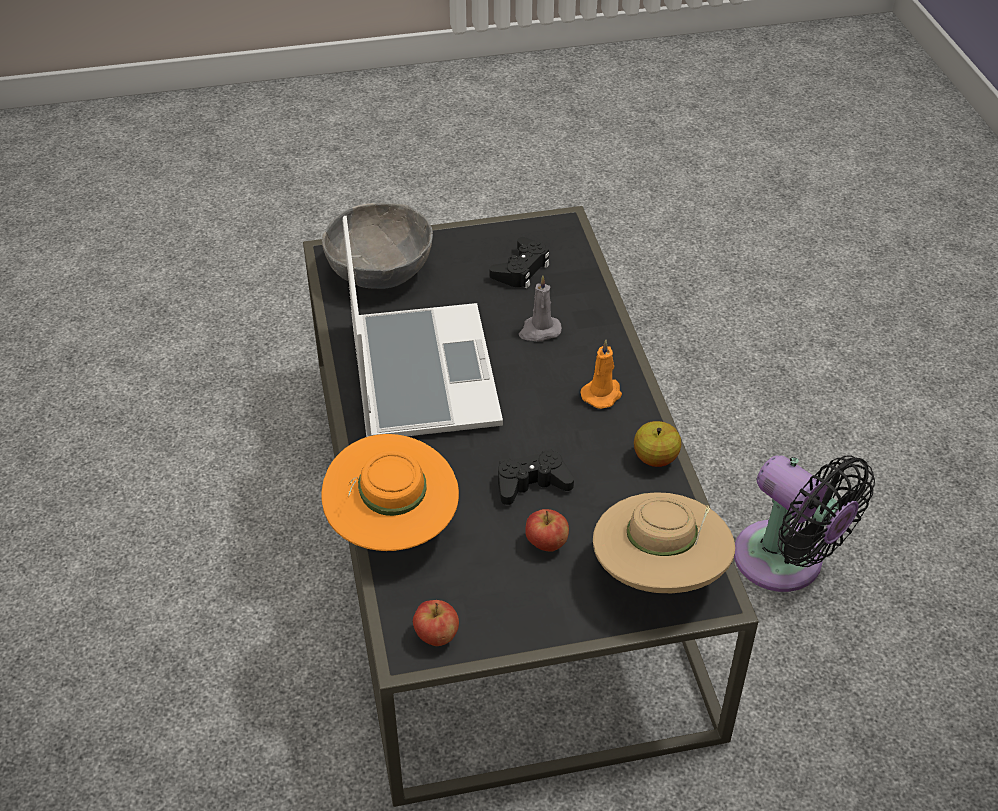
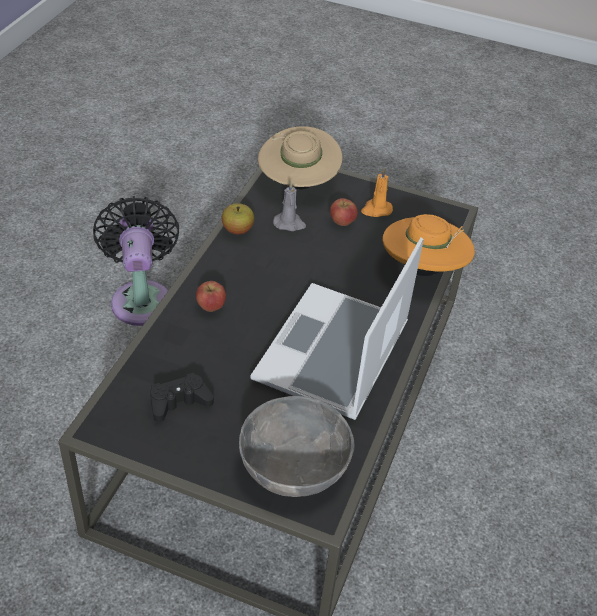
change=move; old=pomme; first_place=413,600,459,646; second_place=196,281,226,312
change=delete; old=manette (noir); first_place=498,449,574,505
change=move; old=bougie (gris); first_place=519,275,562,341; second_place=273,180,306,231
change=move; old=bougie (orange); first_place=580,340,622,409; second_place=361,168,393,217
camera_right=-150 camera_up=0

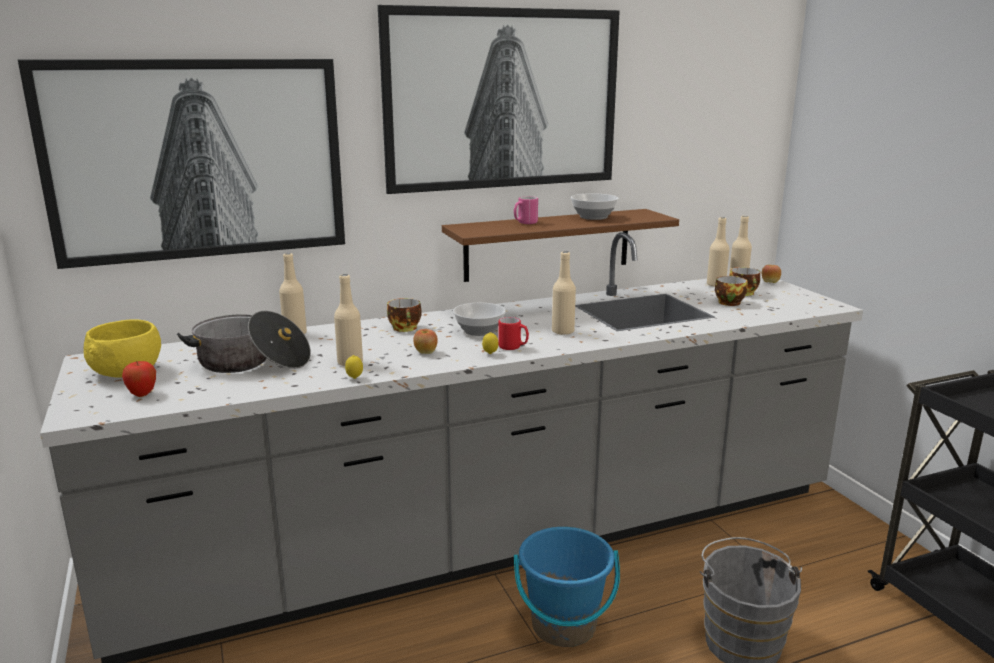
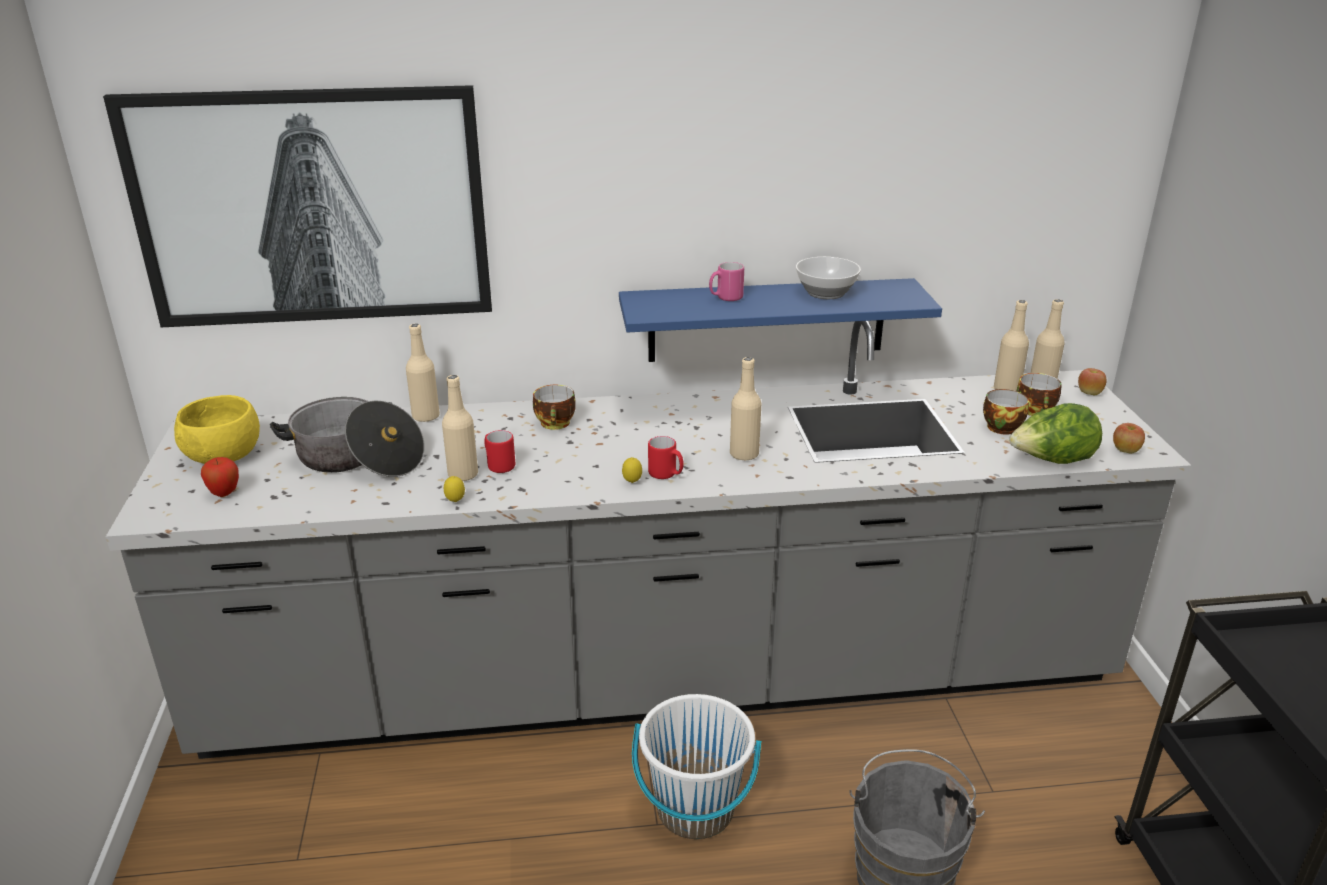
change=delete; old=tableau; first_place=378,5,620,194
change=move; old=pomme; first_place=413,329,438,354; second_place=1113,423,1145,453
change=recolor; old=étagère (marron); new=étagère (bleu); first_place=442,209,679,282; second_place=619,278,942,362
change=delete; old=bol; first_place=453,303,506,336
change=recolor; old=seau (bleu); new=seau (blanc); first_place=514,527,620,647; second_place=632,694,761,839
change=insert; new=mug (rouge); second_place=484,430,515,473
change=insert; new=laitue; second_place=1009,403,1102,464
camera_right=15 camera_up=10

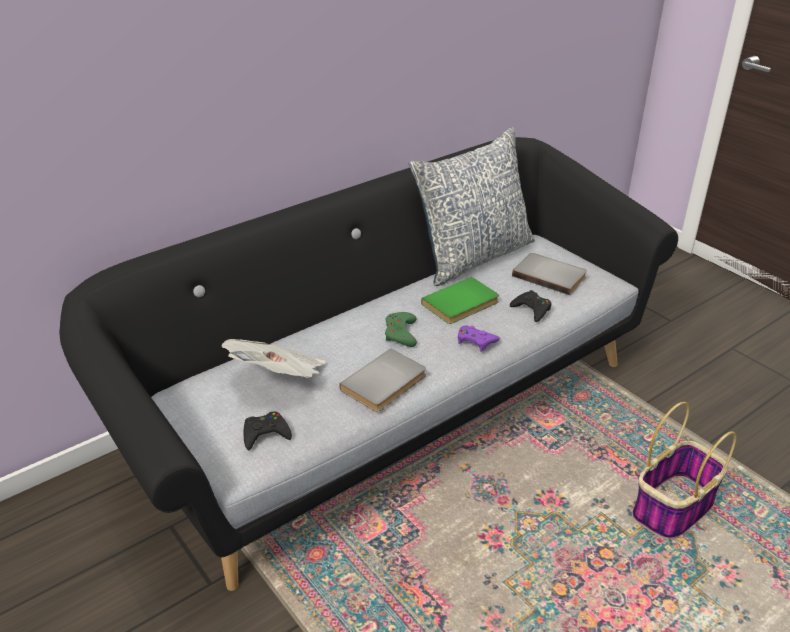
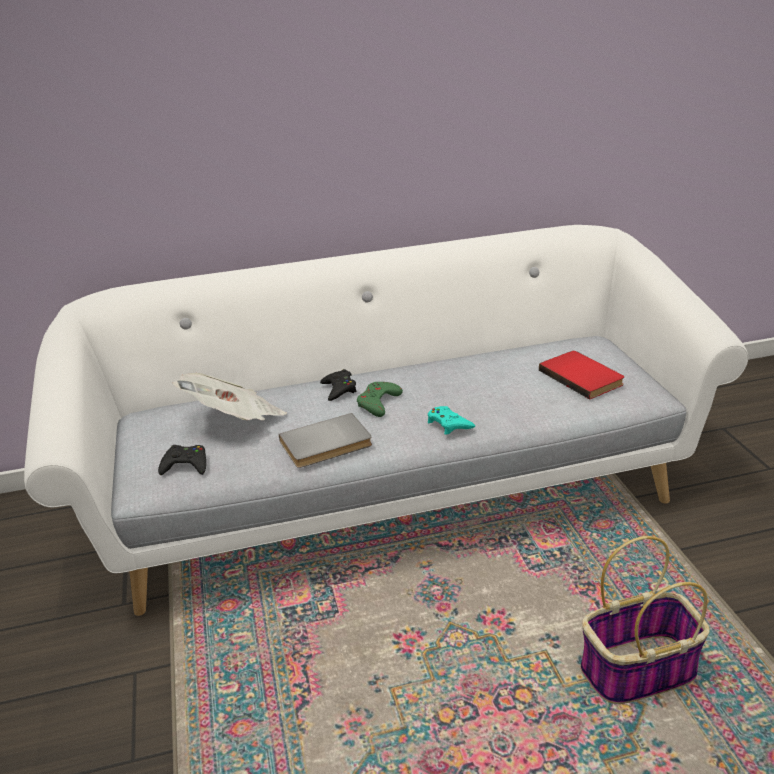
change=recolor; old=canapé (noir); new=canapé (blanc); first_place=59,137,678,591; second_place=24,225,748,616
change=delete; old=coussin; first_place=409,127,535,286
change=delete; old=livre (vert); first_place=421,277,499,324
change=recolor; old=manette (violet); new=manette (turquoise); first_place=458,325,500,352; second_place=428,406,475,435
change=move; old=manette (noir); first_place=510,290,552,322; second_place=320,369,357,401
change=recolor; old=livre (gris); new=livre (rouge); first_place=512,253,587,295; second_place=539,351,624,399
camera_right=25 camera_up=-5

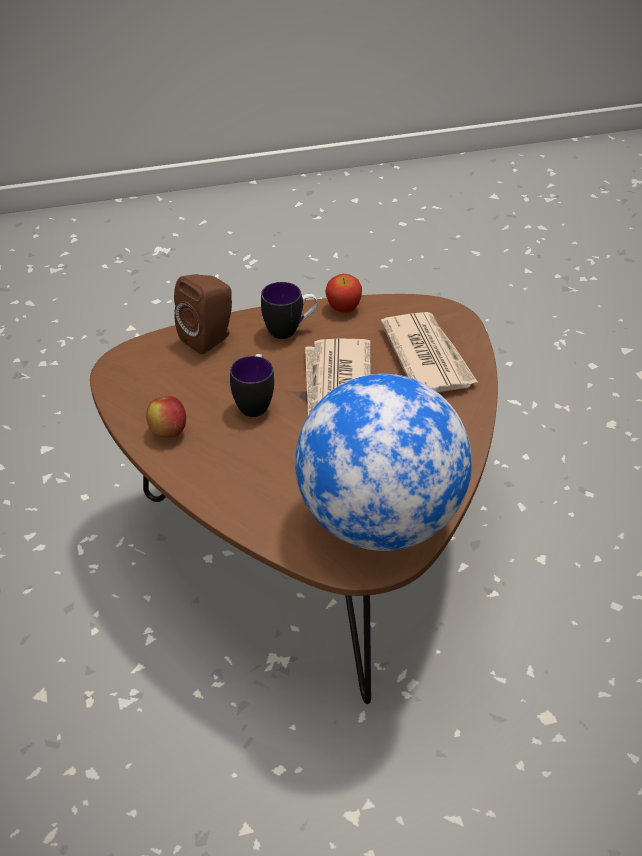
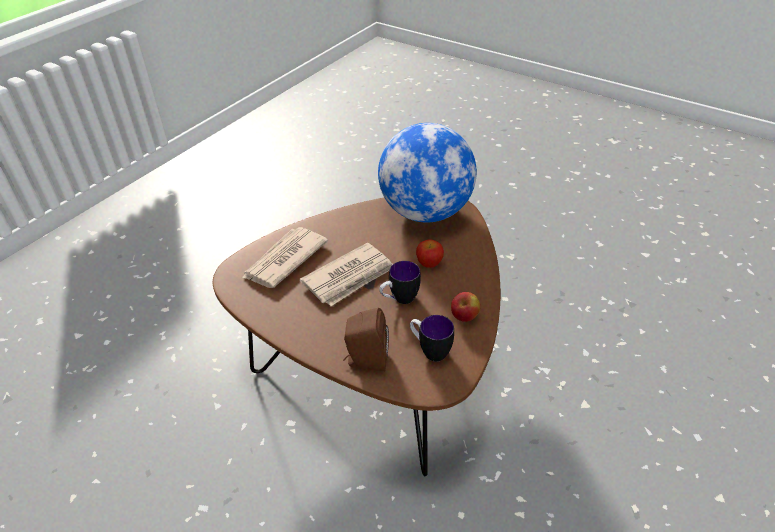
change=move; old=mug; first_place=261,282,318,339; second_place=410,315,454,362
change=move; old=pomme; first_place=326,274,362,313; second_place=416,239,444,268
camera_right=-130 camera_up=0

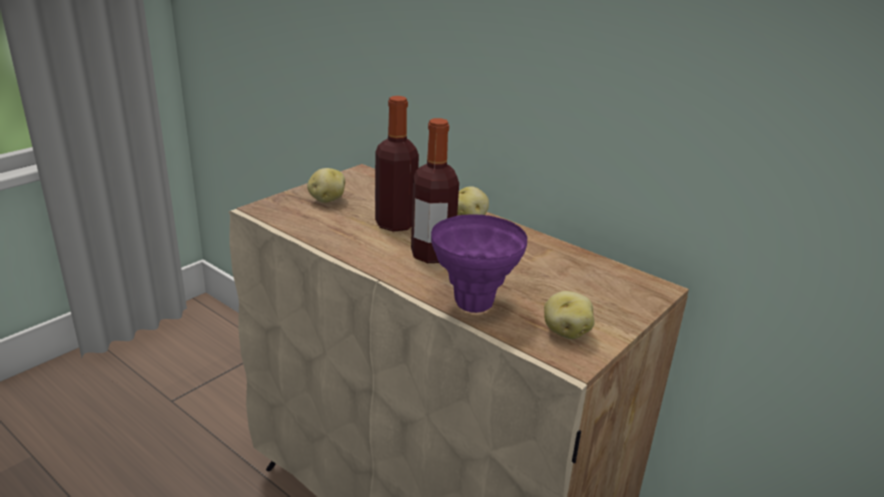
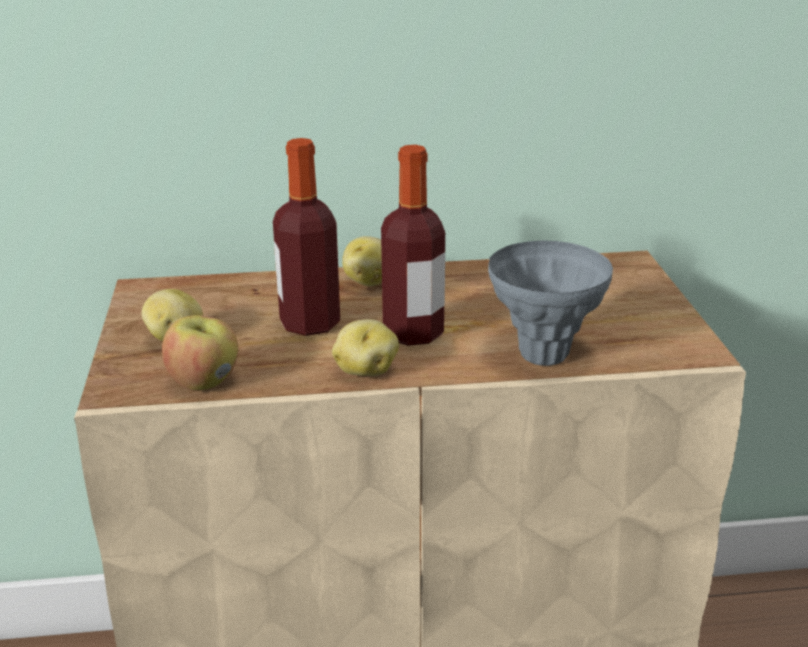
change=recolor; old=vase (violet); new=vase (gris); first_place=431,214,527,313; second_place=488,241,613,366
change=move; old=pomme de terre; first_place=544,291,595,339; second_place=332,319,399,376
change=insert; new=pomme; second_place=162,315,238,391
camera_right=-45 camera_up=0

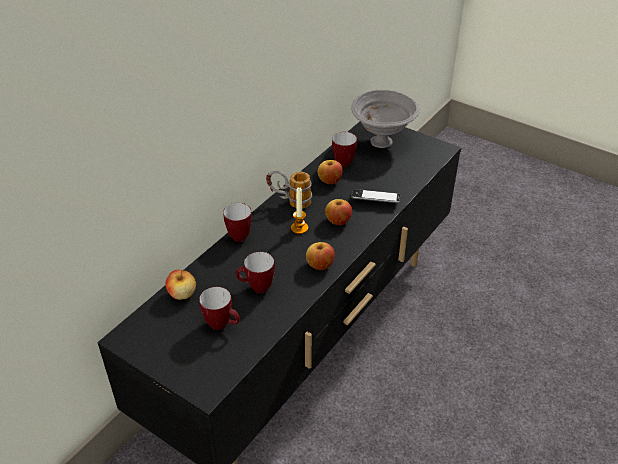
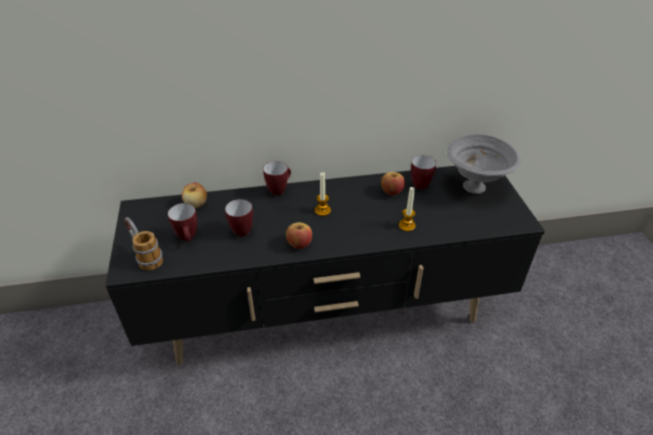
change=move; old=mug; first_place=266,170,312,209; second_place=124,217,163,270
change=delete; old=pomme; first_place=325,199,352,225
change=replace; old=téléphone; new=bougie; first_place=351,189,400,203; second_place=399,187,416,231
camera_right=45 camera_up=0

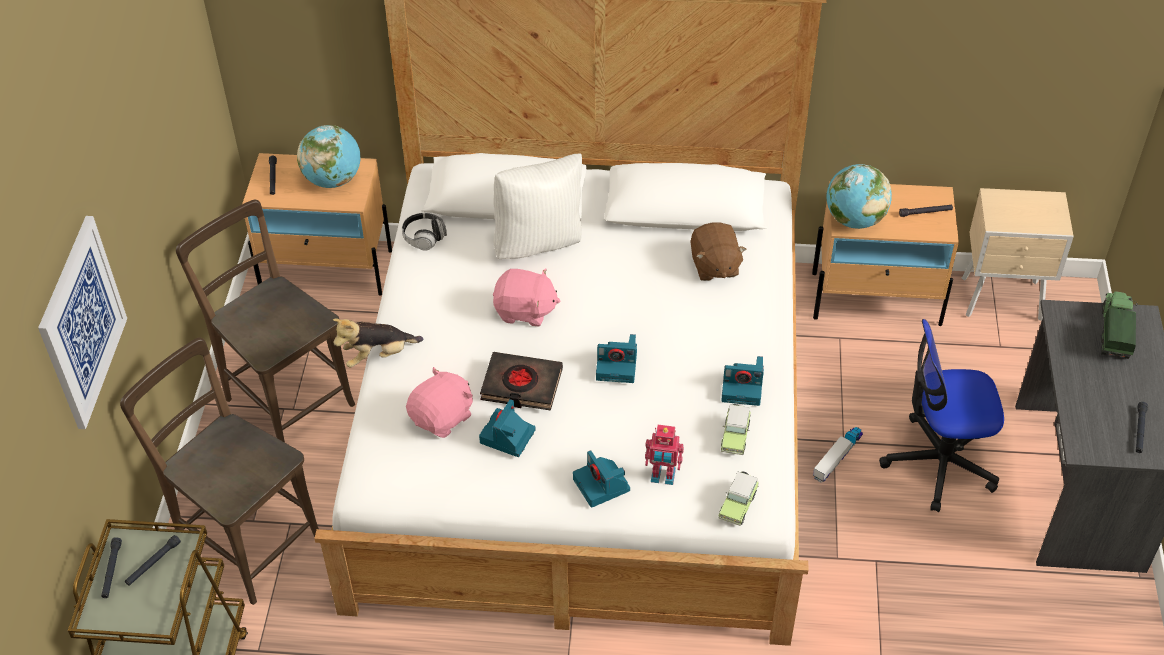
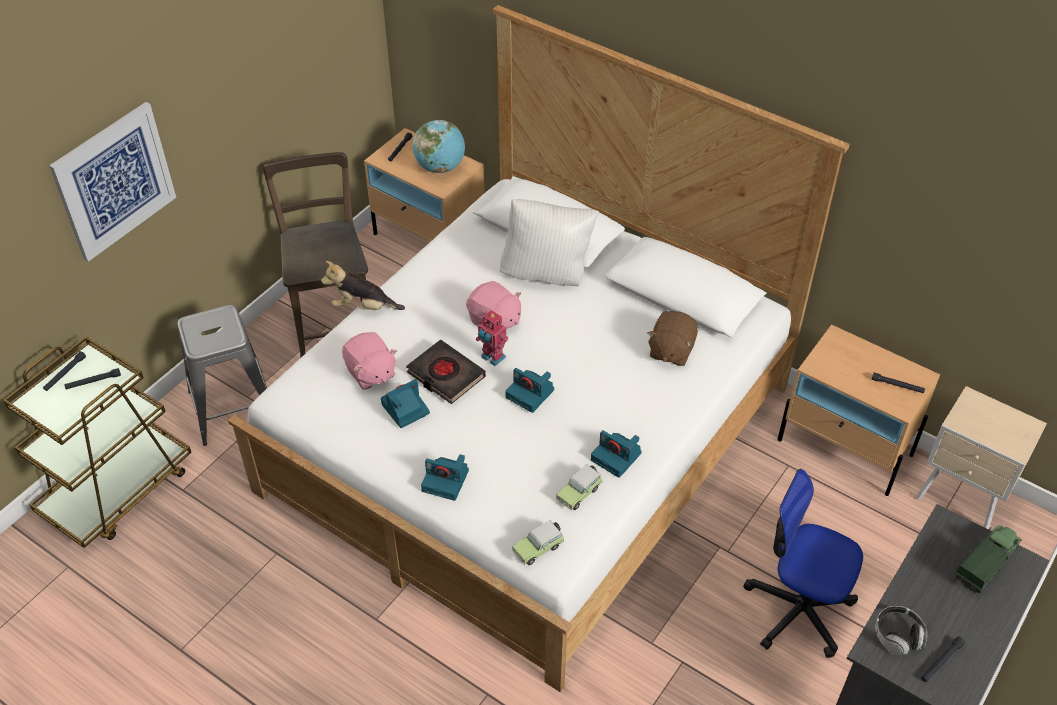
change=replace; old=chaise (marron); new=tabouret (gris); first_place=120,337,319,605; second_place=177,305,267,446
change=move; old=casque audio; first_place=402,213,447,251; second_place=875,606,927,656
change=rotate; old=peluche (rose); first_place=406,367,473,438; second_place=342,332,397,390; degrees=75
change=rotate; old=appareil photo; first_place=573,450,630,508; second_place=421,454,469,501; degrees=-75
change=move; old=robot jouet; first_place=645,425,684,485; second_place=476,310,508,366
change=delete; old=camion jouet; first_place=813,427,863,483
change=delete; old=globe; first_place=826,164,892,229
camera_right=30 camera_up=0

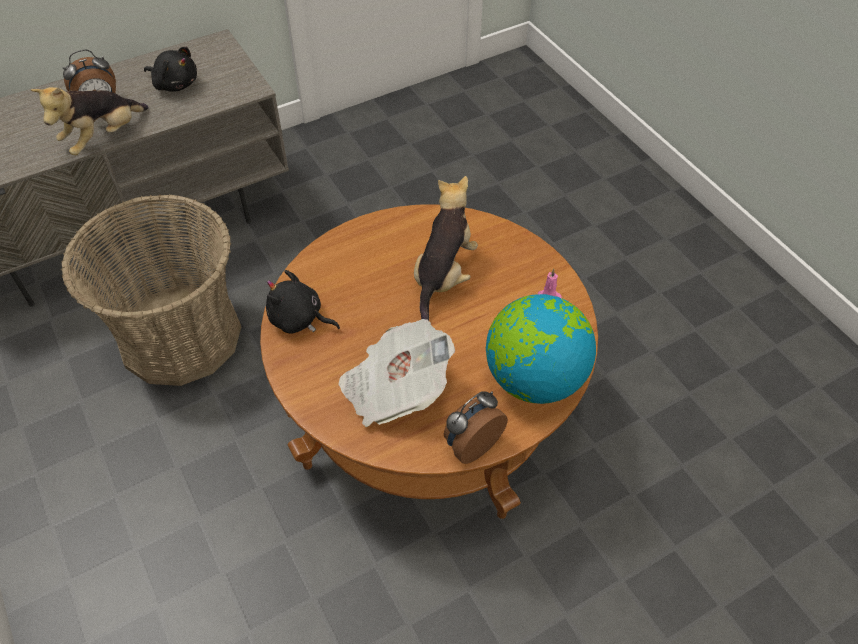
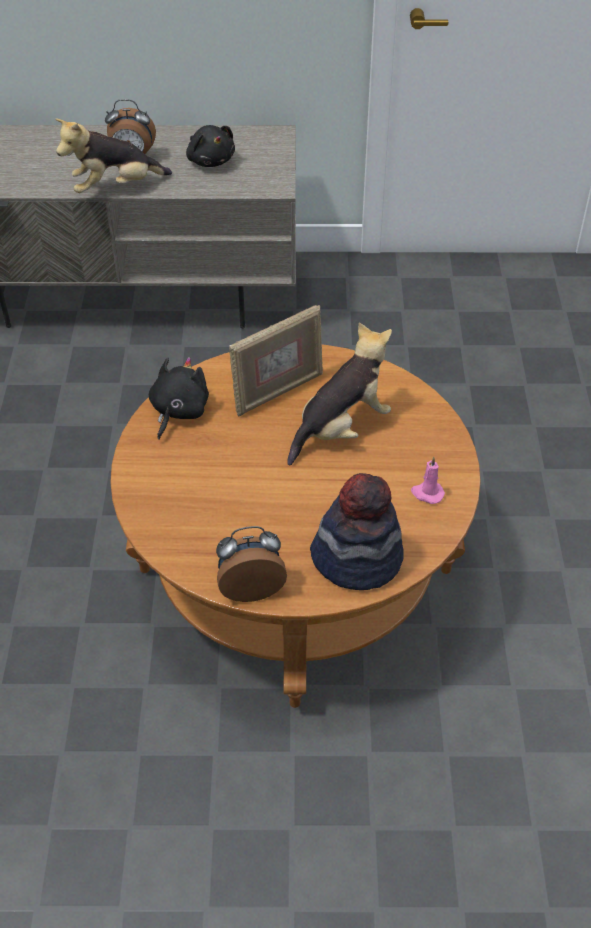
change=delete; old=panier; first_place=61,194,241,386
change=rotate; old=peluche (noir); first_place=266,270,340,334; second_place=149,357,209,440; degrees=60
change=delete; old=journal; first_place=338,319,455,427
change=replace; old=globe; new=chapeau; first_place=486,294,596,404; second_place=310,473,404,590
change=insert; new=cadre photo; second_place=229,305,323,417
camera_right=30 camera_up=-5

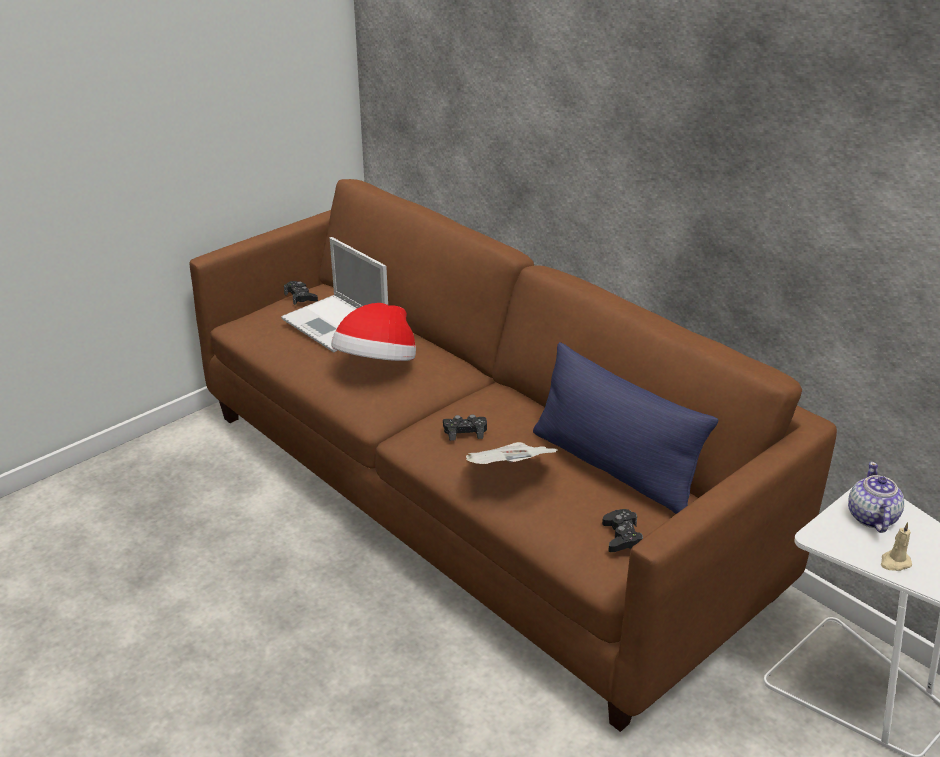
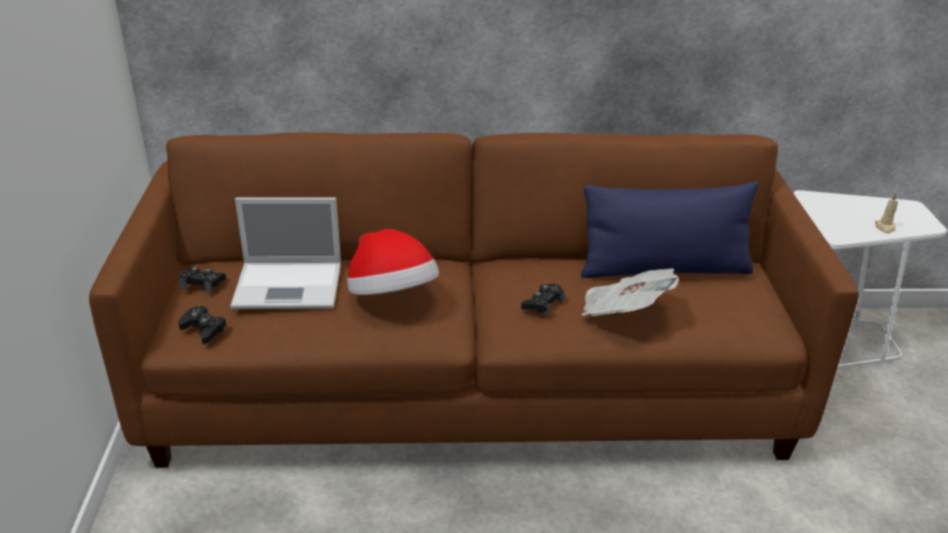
change=move; old=manette (noir); first_place=602,509,643,552; second_place=178,306,227,344
change=delete; old=théière; first_place=848,462,904,533
camera_right=-50 camera_up=0

